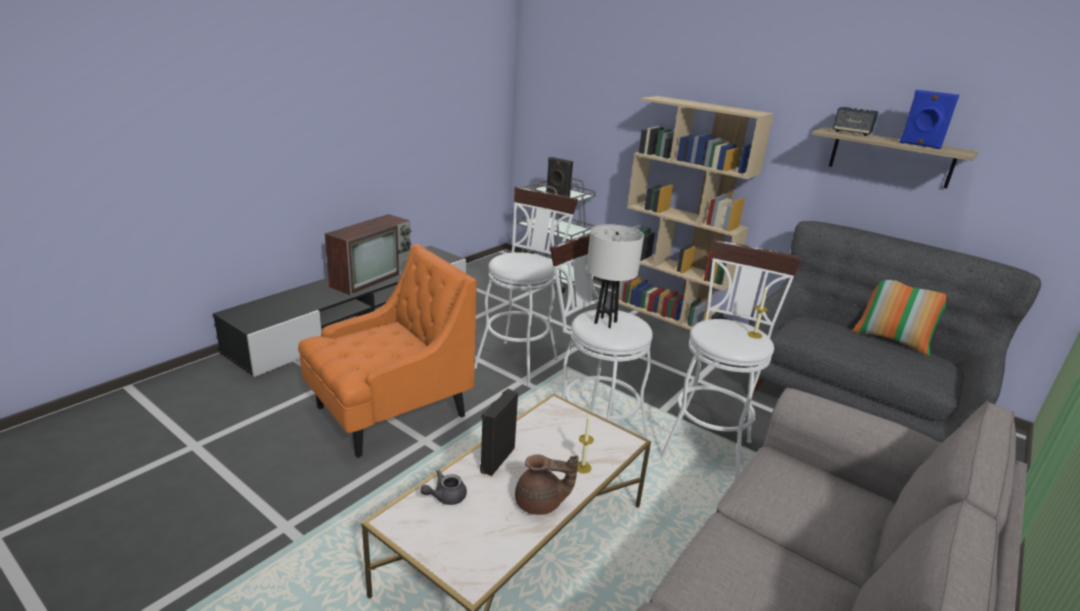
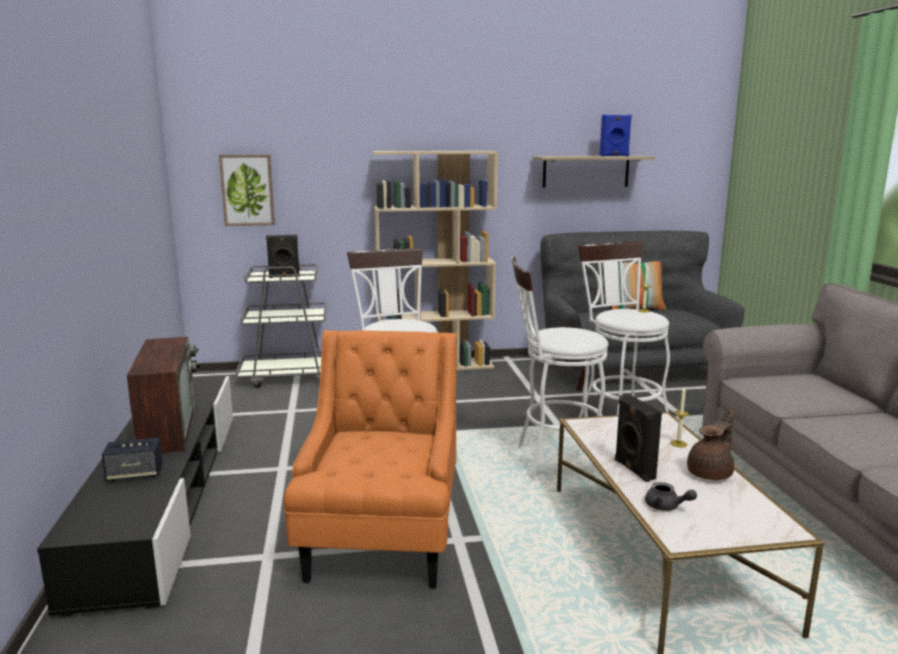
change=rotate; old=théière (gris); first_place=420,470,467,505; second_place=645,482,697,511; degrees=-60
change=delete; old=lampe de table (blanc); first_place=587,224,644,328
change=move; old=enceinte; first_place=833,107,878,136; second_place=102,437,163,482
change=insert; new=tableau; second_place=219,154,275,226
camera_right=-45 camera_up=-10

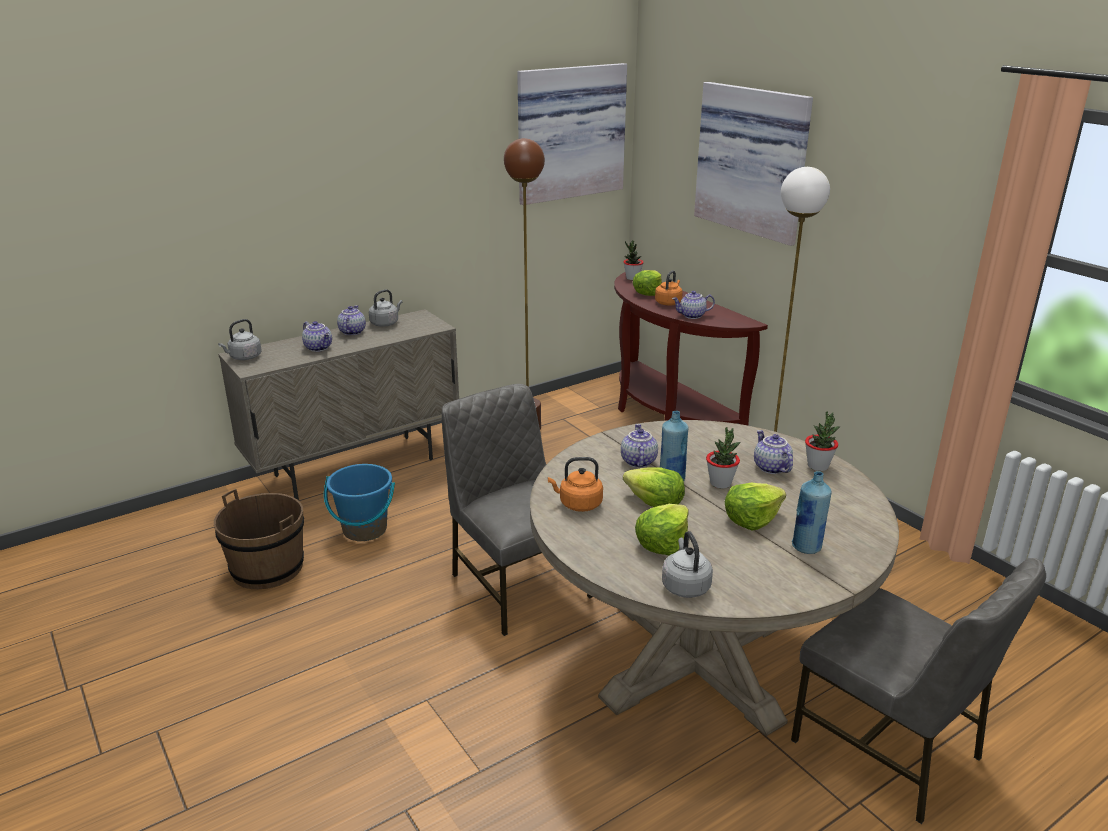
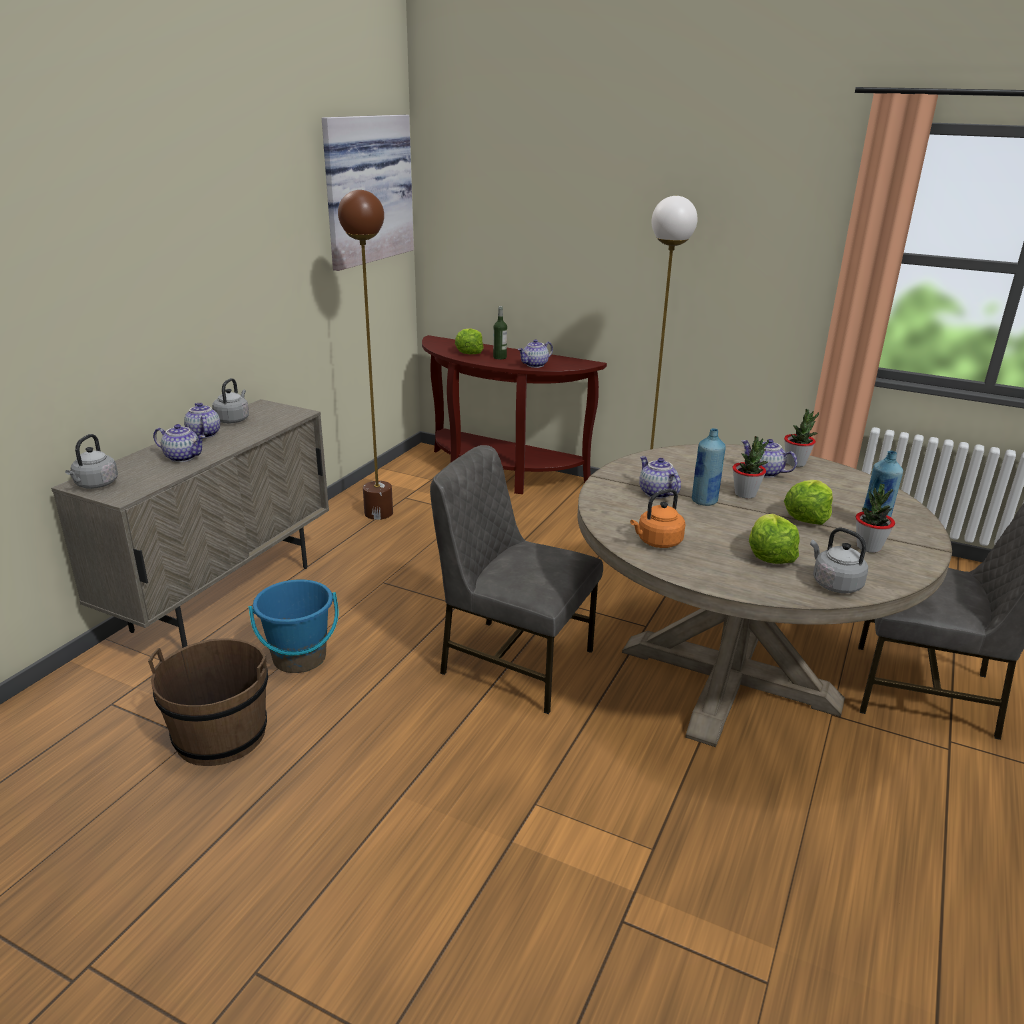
change=delete; old=laitue; first_place=623,467,685,507
change=move; old=plante en pot; first_place=624,241,644,280; second_place=856,484,895,553
change=replace; old=bouilloire (orange); new=bouteille; first_place=655,270,683,306; second_place=493,306,507,360
change=delete; old=tableau; first_place=694,82,813,246
camera_right=-30 camera_up=0

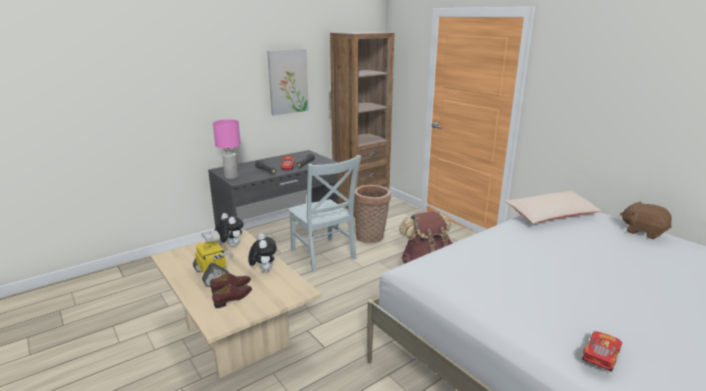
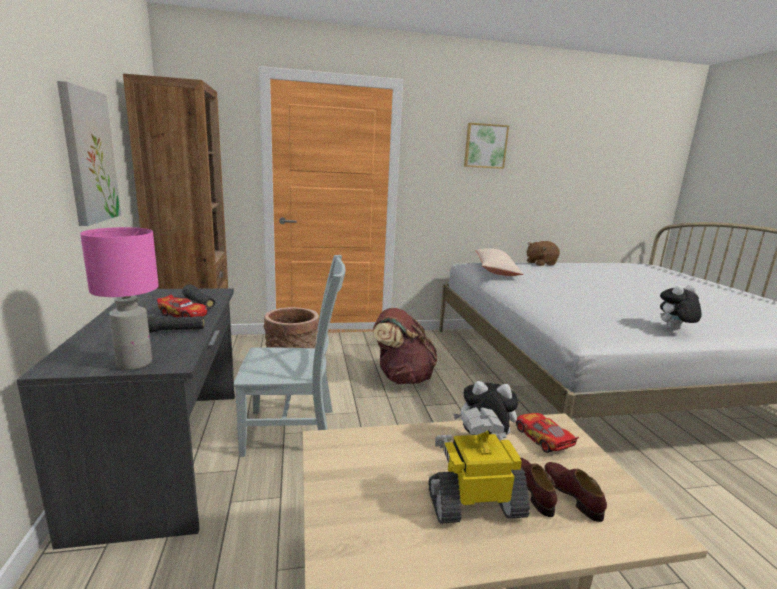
change=move; old=peluche; first_place=215,213,244,247; second_place=660,285,702,330
change=move; old=petite voiture; first_place=582,331,622,372; second_place=516,413,579,453
change=insert; new=tableau; second_place=464,123,509,169
camera_right=-65 camera_up=-5

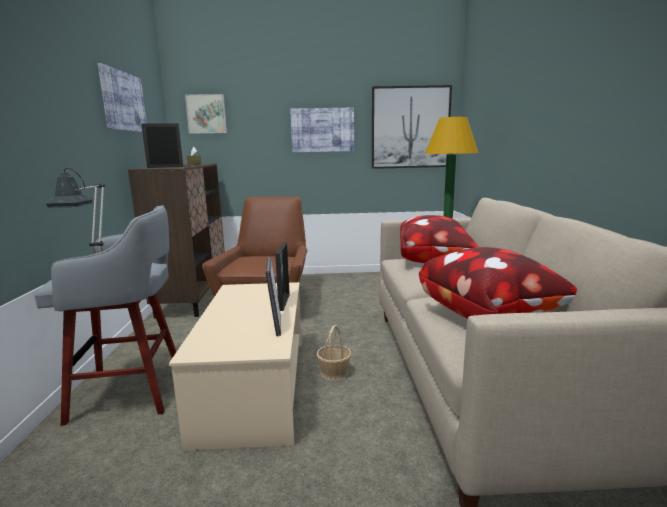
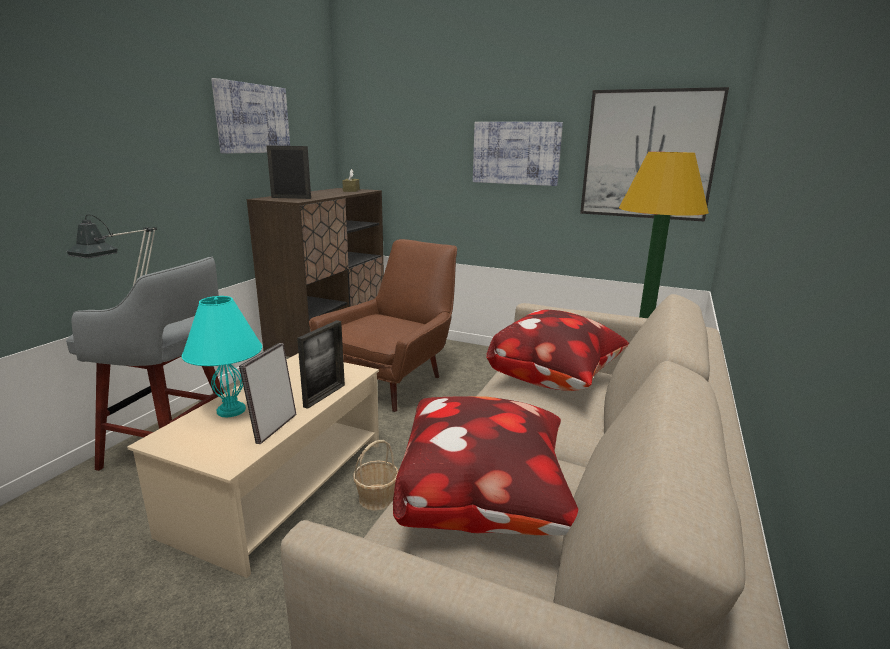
change=delete; old=tableau; first_place=185,94,227,134
change=insert; new=lampe de table (turquoise); second_place=182,296,262,418
camera_right=25 camera_up=5

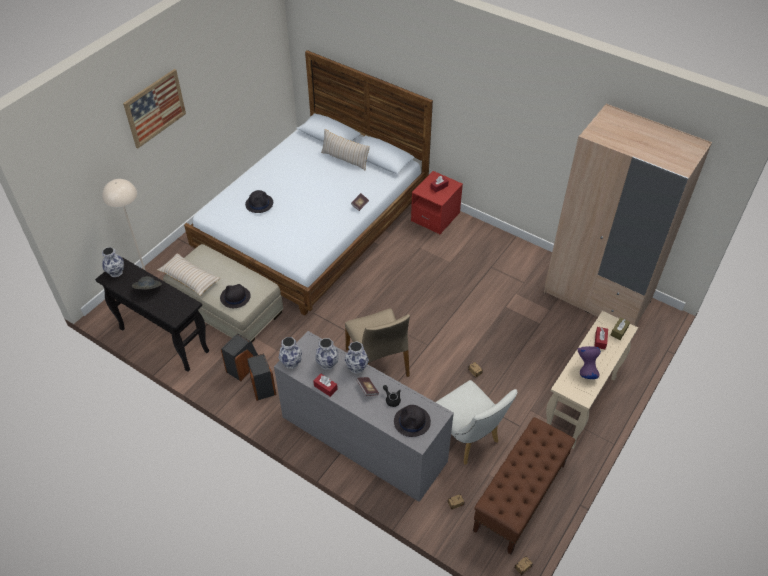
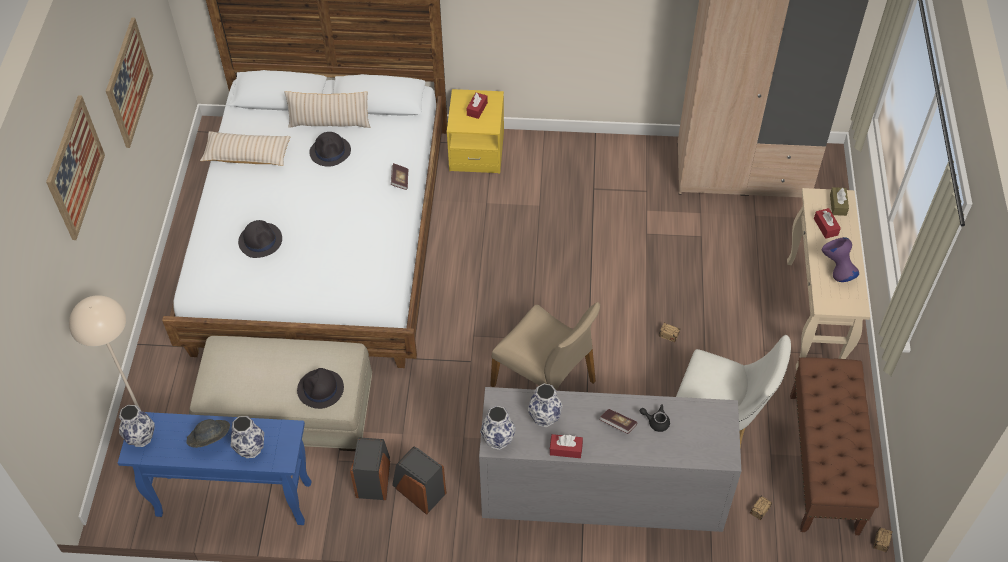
change=recolor; old=table console (noir); new=table console (bleu); first_place=95,257,209,372; second_place=118,412,312,525
change=move; old=coussin (beige); first_place=157,253,220,296; second_place=200,131,291,166
change=move; old=vase; first_place=344,341,369,374; second_place=230,416,264,458
change=move; old=chapeau (noir); first_place=394,405,431,437; second_place=309,132,351,167
change=recolor; old=table de chevet (rouge); new=table de chevet (jaune); first_place=411,171,463,234; second_place=447,89,504,174
change=insert; new=tableau; second_place=106,17,153,148
camera_right=-30 camera_up=5

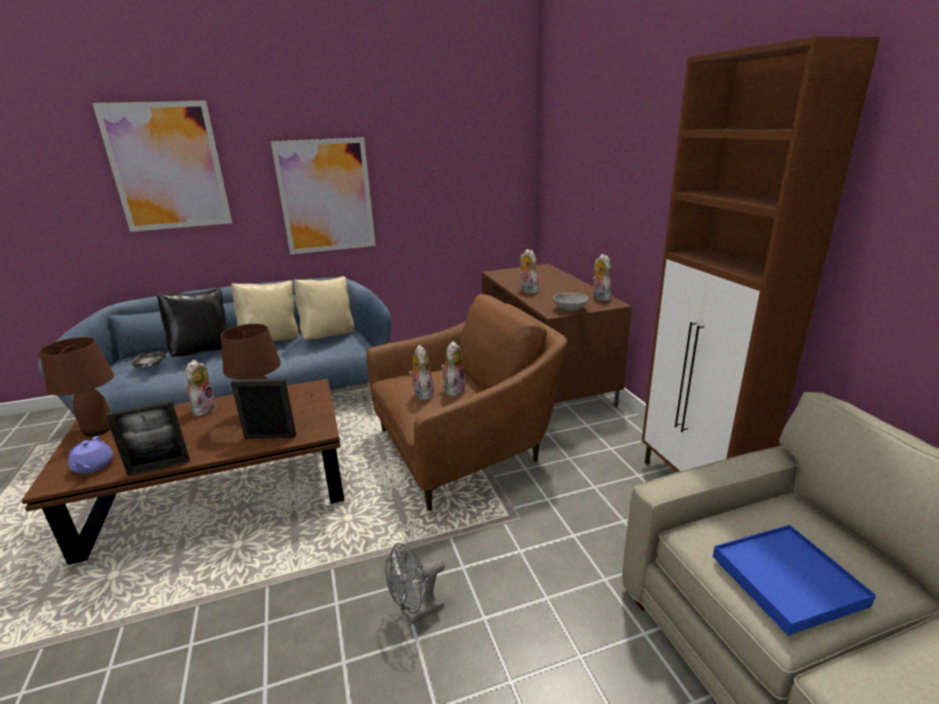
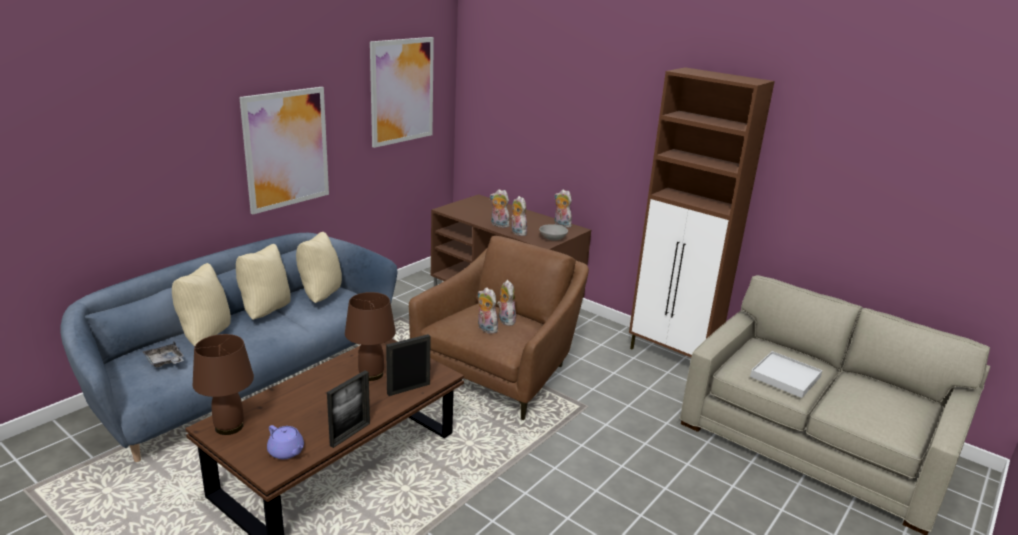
change=move; old=tableau; first_place=92,100,232,232; second_place=370,37,434,148
change=recolor; old=coussin (noir); new=coussin (beige); first_place=157,288,228,357; second_place=172,263,231,346
change=move; old=peluche; first_place=185,360,218,416; second_place=511,196,527,236
change=delete; old=ventilateur (gris); first_place=385,543,445,625
change=recolor; old=plateau (bleu); new=plateau (blanc); first_place=713,525,876,636; second_place=750,351,823,398
camera_right=-35 camera_up=0

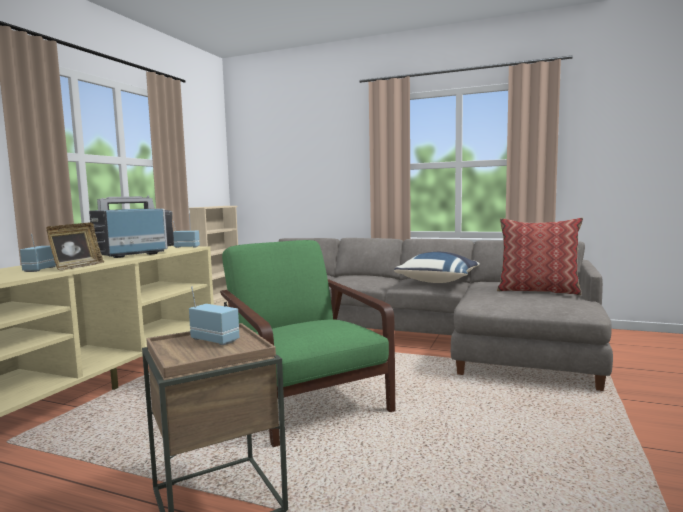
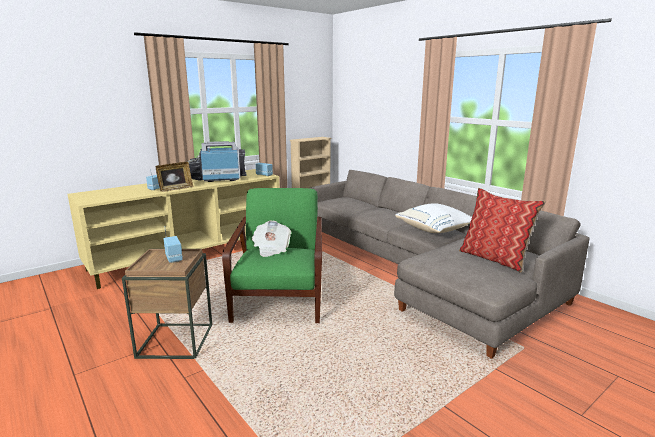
change=recolor; old=coussin (bleu); new=coussin (blanc); first_place=394,252,480,283; second_place=395,203,472,233
change=insert; new=journal; second_place=252,221,291,257
camera_right=30 camera_up=10

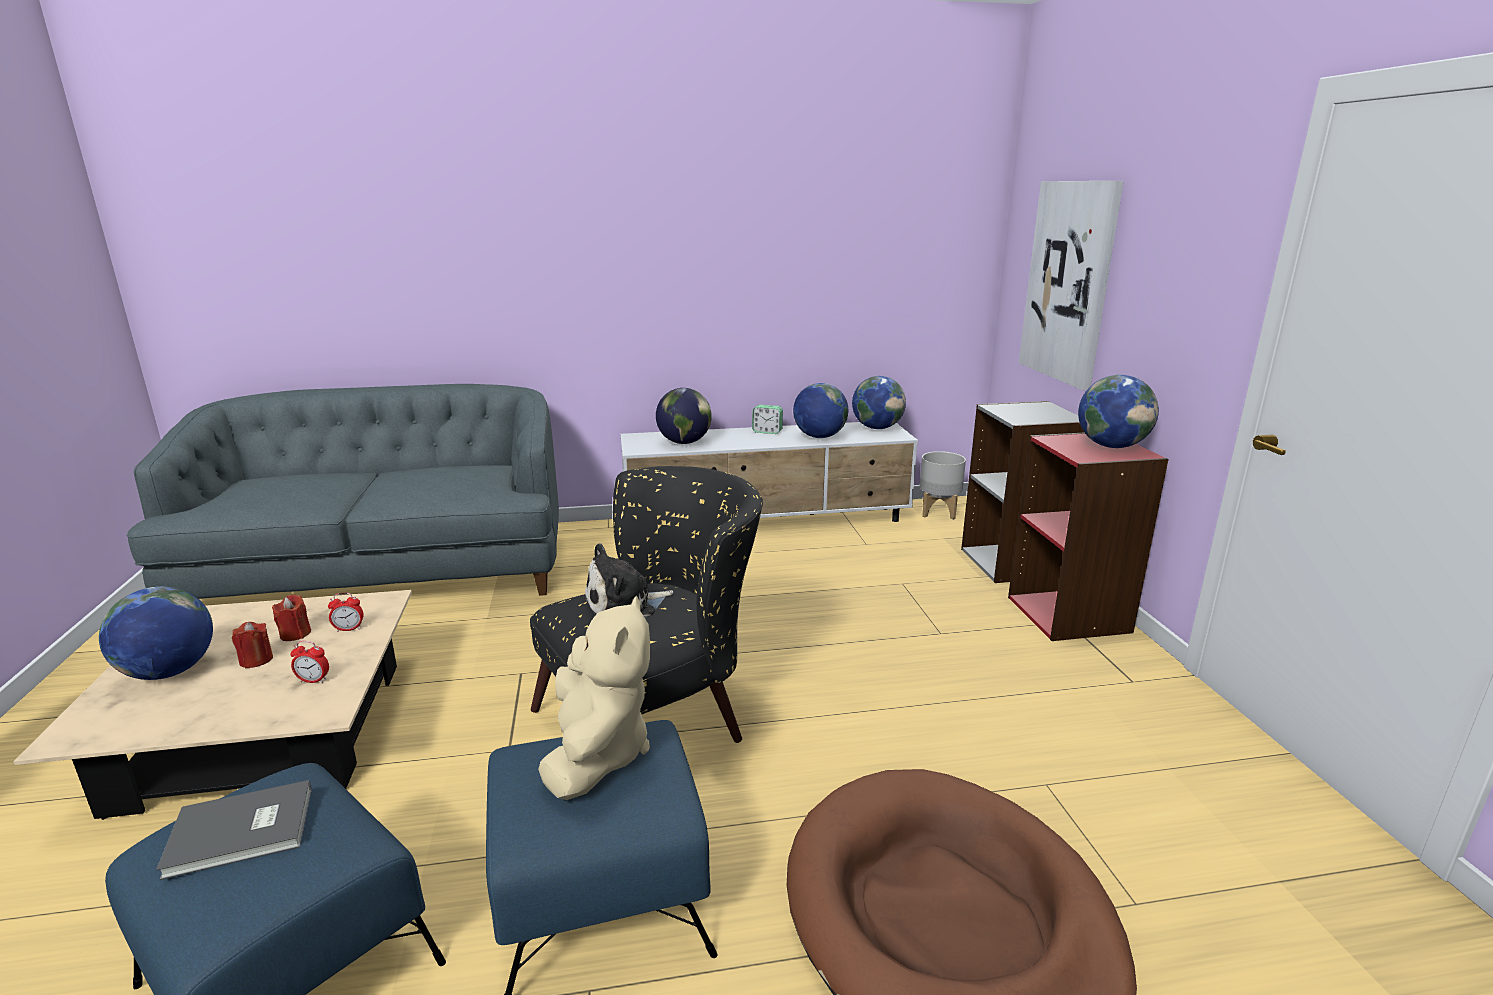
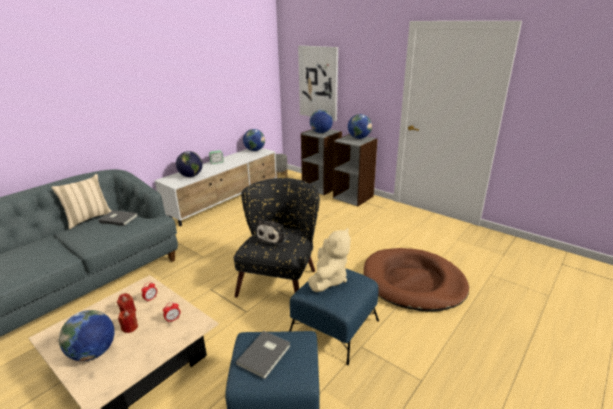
change=rotate; old=peluche (beige); first_place=538,596,650,800; second_place=308,227,351,292; degrees=60
change=move; old=globe; first_place=793,383,848,438; second_place=310,110,333,133
change=recolor; old=bibliothèque (rouge); new=bibliothèque (gris); first_place=1008,432,1169,641; second_place=333,134,377,206
change=insert; new=coussin (beige); second_place=51,174,111,229
change=insert; new=livre (gris); second_place=98,210,137,226
camera_right=-40 camera_up=5

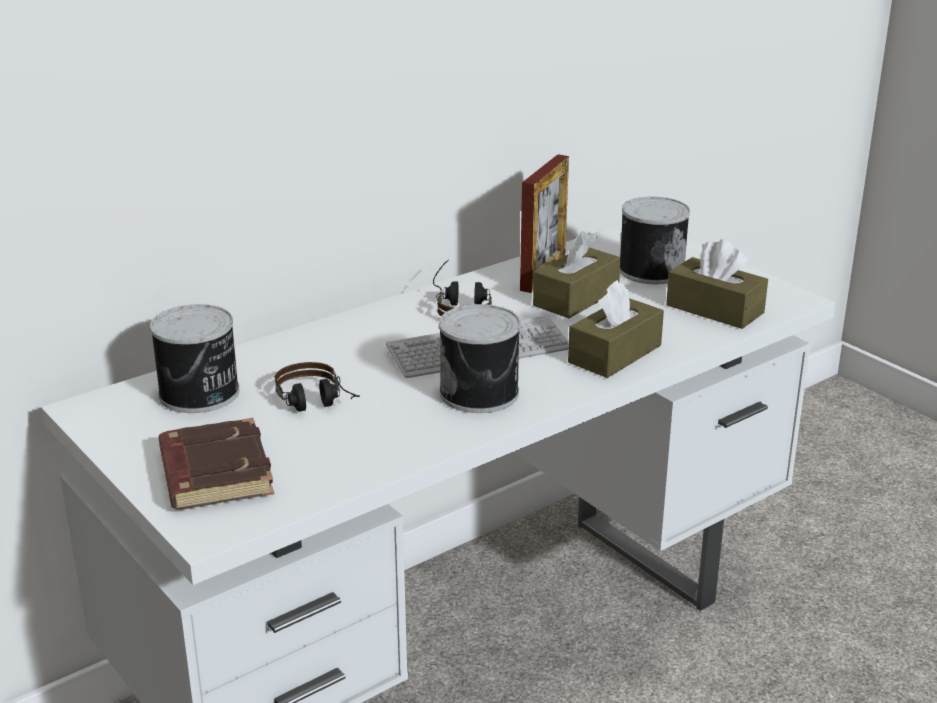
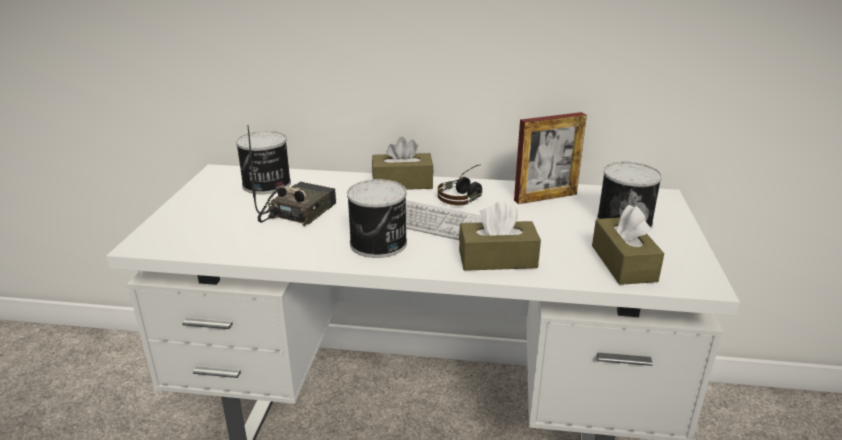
change=delete; old=livre (marron); first_place=158,418,274,510
change=replace; old=casque audio; new=radio; first_place=275,362,360,412; second_place=248,126,336,226
change=move; old=boîte à mouchoirs (marron); first_place=533,231,621,318; second_place=372,137,434,190
camera_right=45 camera_up=0

